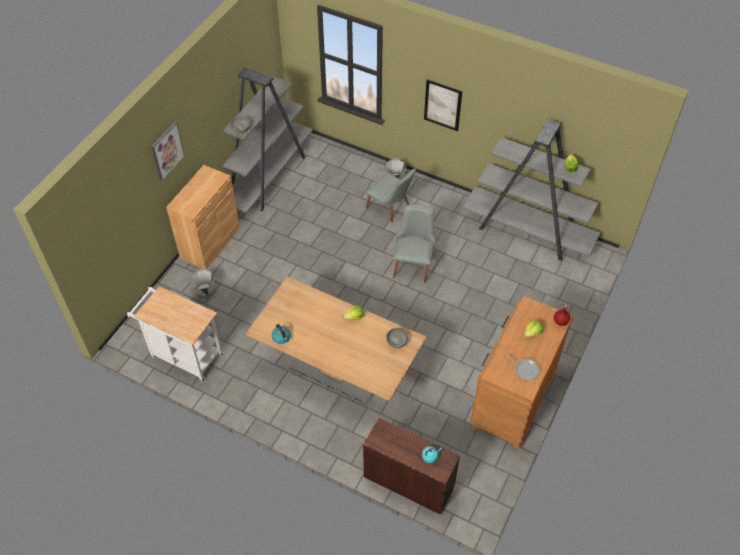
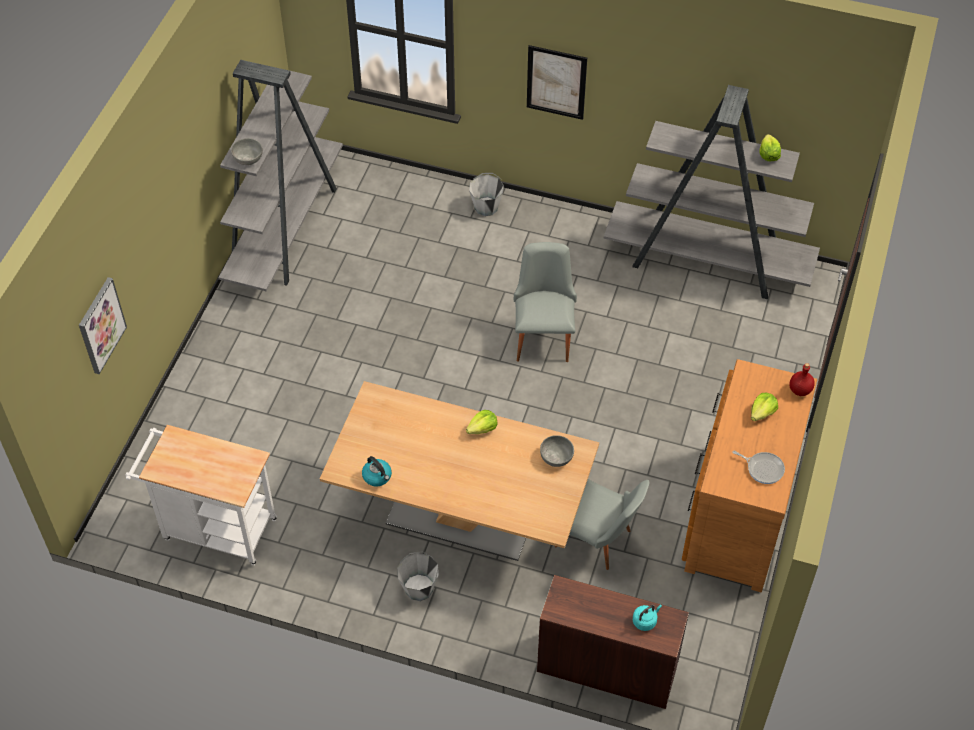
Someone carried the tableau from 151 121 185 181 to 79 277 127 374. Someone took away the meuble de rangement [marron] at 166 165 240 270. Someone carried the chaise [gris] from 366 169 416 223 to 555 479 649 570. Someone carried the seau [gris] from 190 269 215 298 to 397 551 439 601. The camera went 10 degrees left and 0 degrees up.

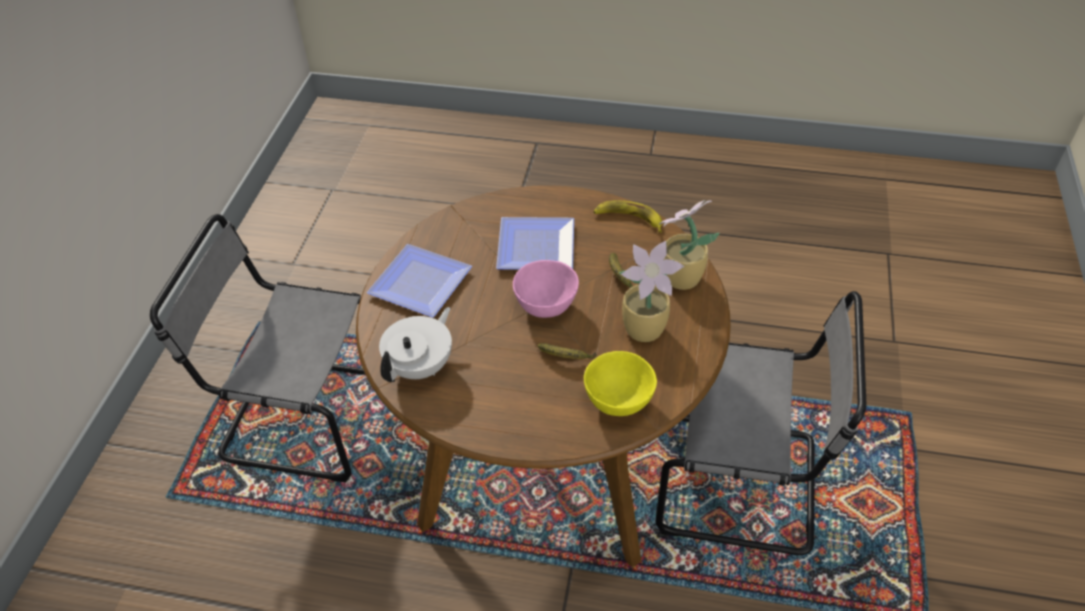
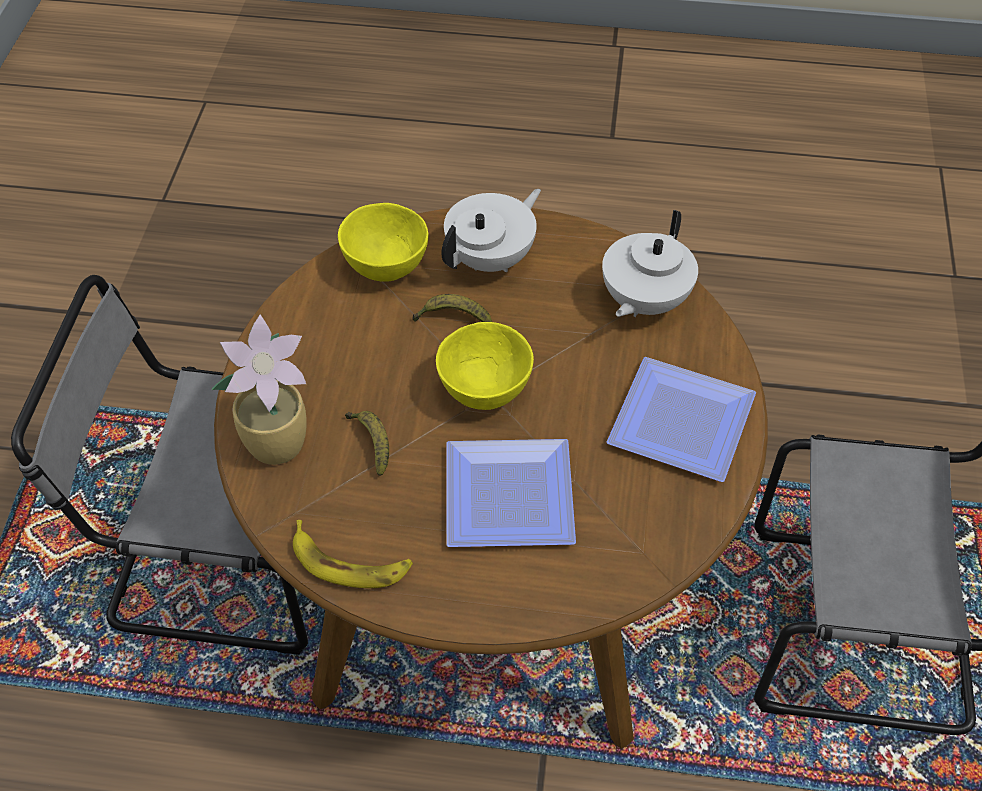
Someone took away the plante en pot at 619 241 684 342. Someone repainted the bol [rose] at 513 260 579 318, which became the bol [jaune] at 436 322 534 410. Someone put down the théière [blanc] at 441 189 541 272. The camera went 175 degrees right and 5 degrees up.

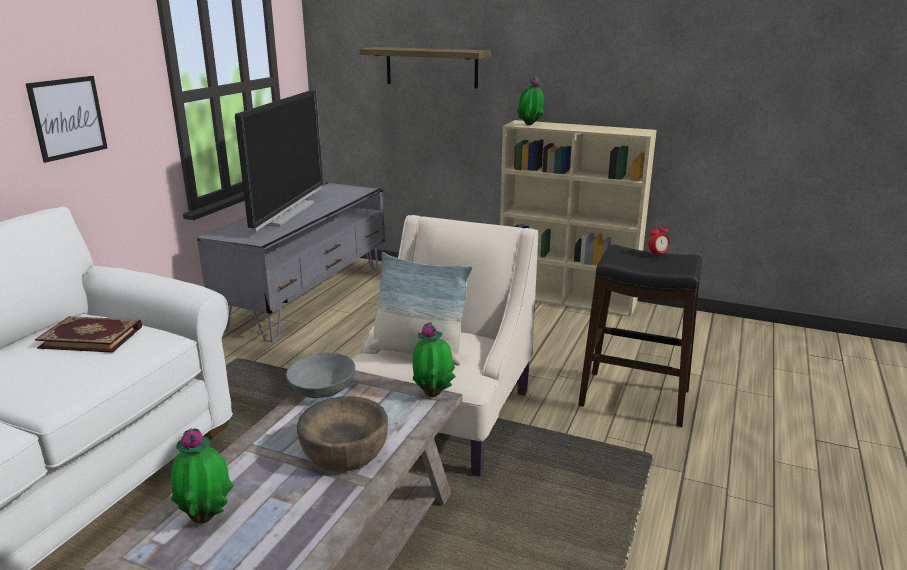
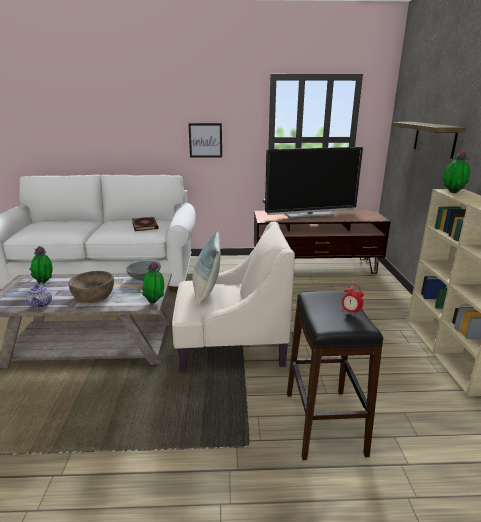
Someone repainted the meuble télé [gris] at 197 183 385 342, which became the meuble télé [marron] at 254 210 391 274. Someone put down the théière at 26 282 52 308. The camera went 65 degrees right and 0 degrees up.

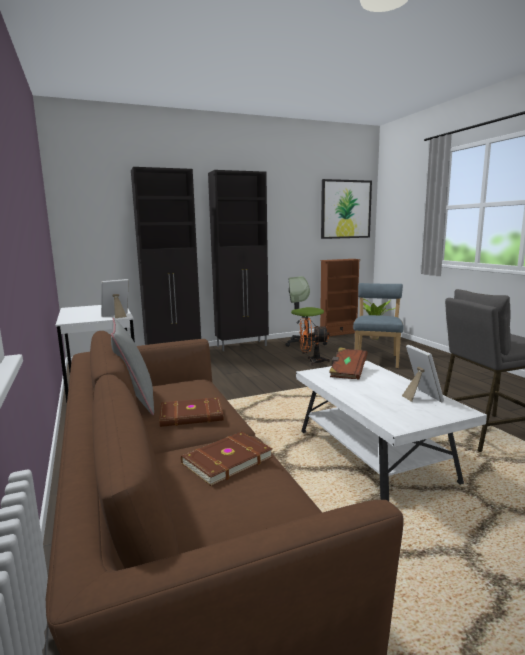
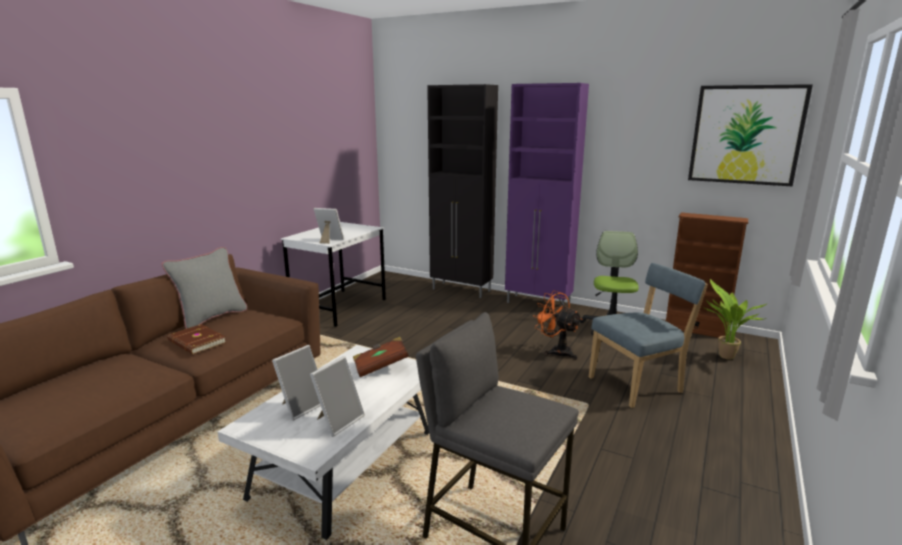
Someone repainted the meuble de rangement [noir] at 208 170 269 351, which became the meuble de rangement [violet] at 505 83 589 306. Someone took away the livre [marron] at 181 432 273 487. Someone put down the cadre photo at 272 345 321 421. The camera went 50 degrees right and 5 degrees up.

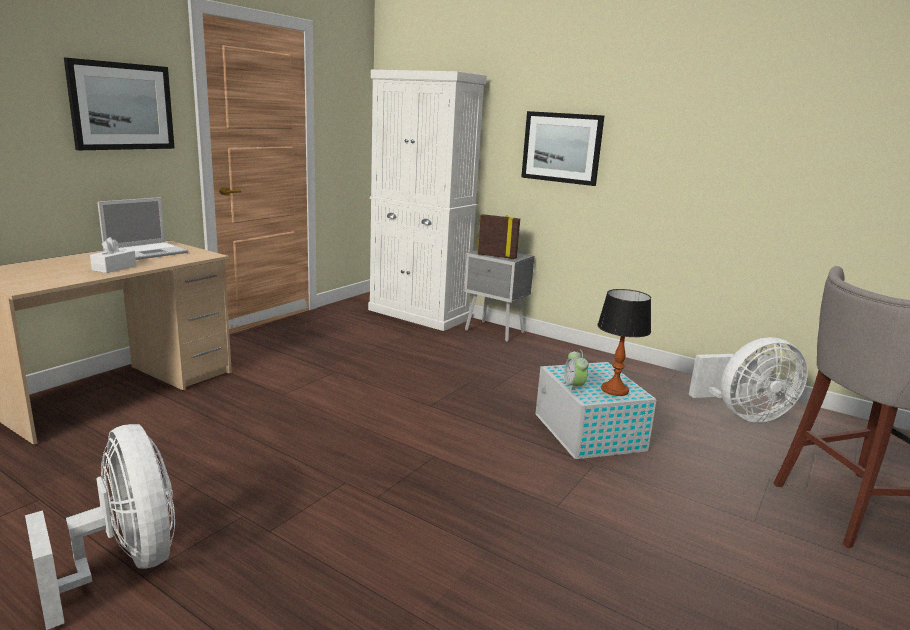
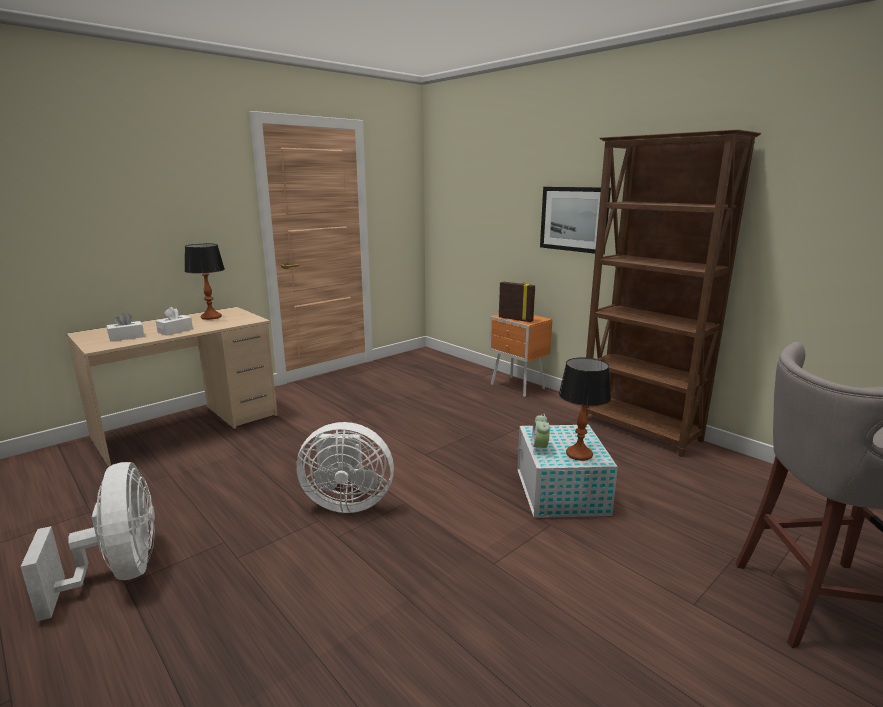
Someone took away the tableau at 64 58 175 150. Someone took away the meuble de rangement [blanc] at 368 70 487 331. Someone swapped the ordinateur portable at 97 197 188 260 for the lampe de table at 184 244 225 320. Someone repainted the table de chevet [gris] at 464 250 534 342, which became the table de chevet [orange] at 489 314 553 397. Someone carried the ventilateur [blanc] from 689 337 808 423 to 297 422 394 513. Someone put down the bibliothèque [marron] at 586 129 761 457. Someone put down the boîte à mouchoirs [blanc] at 107 313 144 341. The camera went 15 degrees right and 0 degrees up.

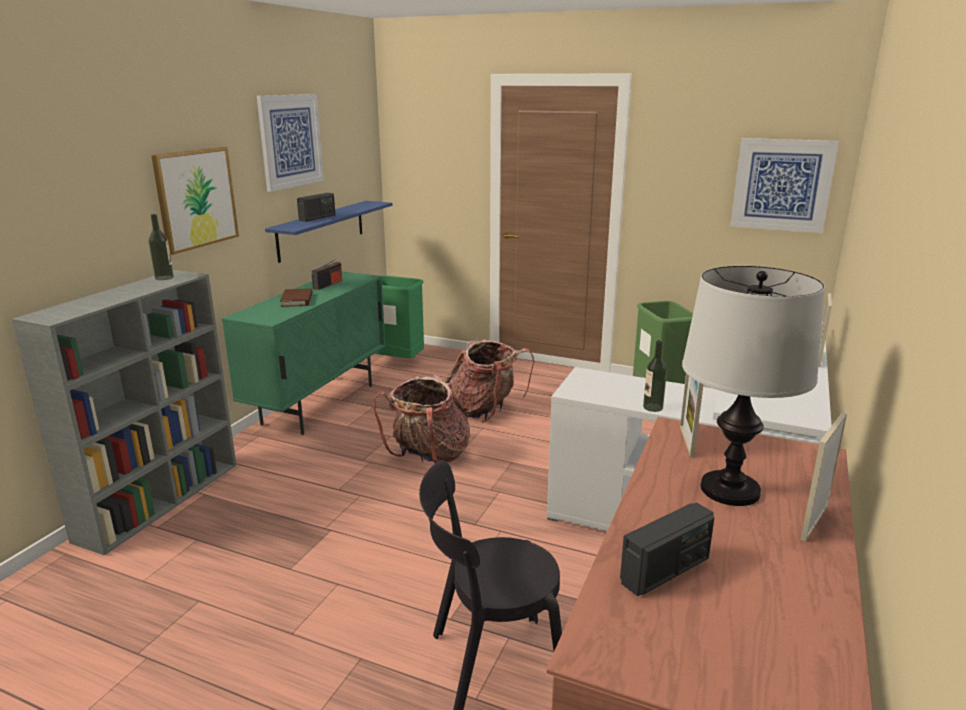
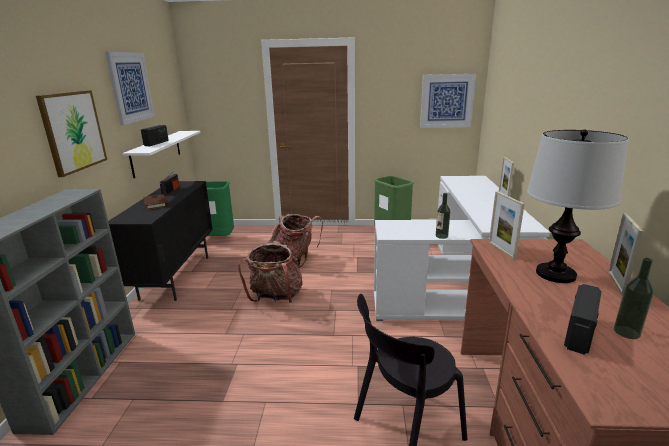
Someone repainted the étagère [bleu] at 265 201 392 263, which became the étagère [blanc] at 122 131 200 178. Someone carried the bouteille from 148 214 174 280 to 614 258 653 339. Someone repainted the meuble de rangement [vert] at 222 271 385 435, which became the meuble de rangement [noir] at 108 181 213 301. The camera went 20 degrees left and 0 degrees up.

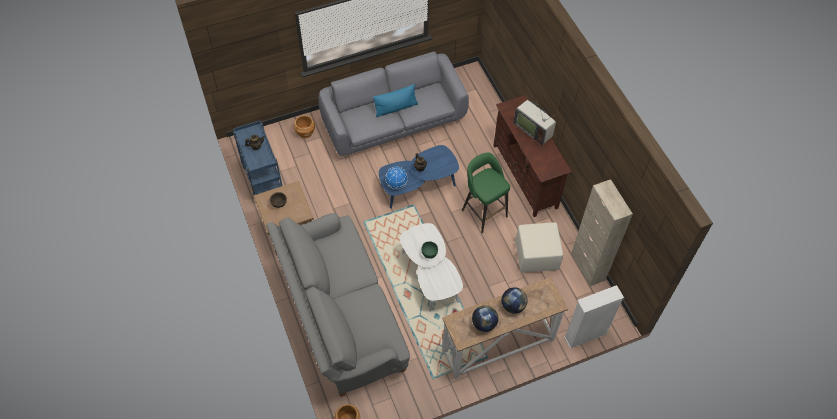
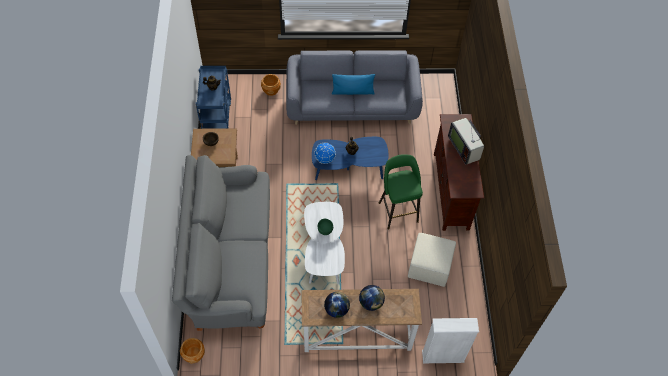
Someone took away the meuble de rangement [beige] at 571 179 633 286. The camera went 20 degrees right and 0 degrees up.

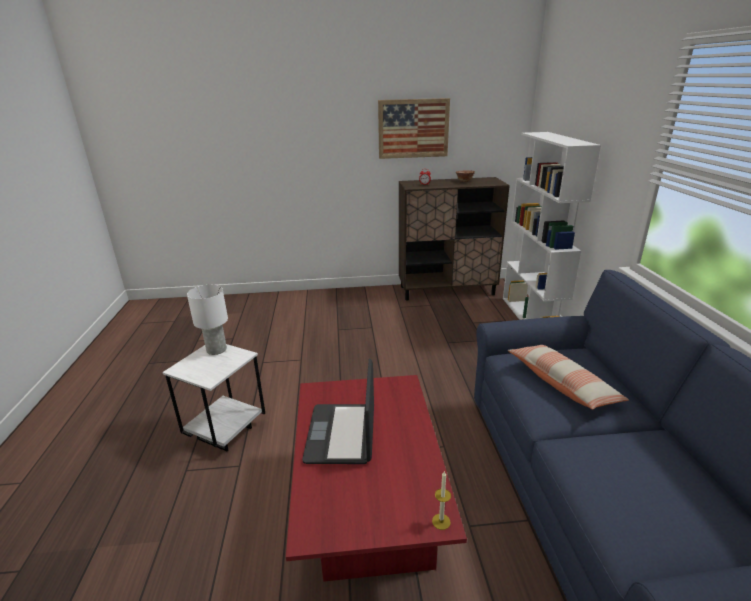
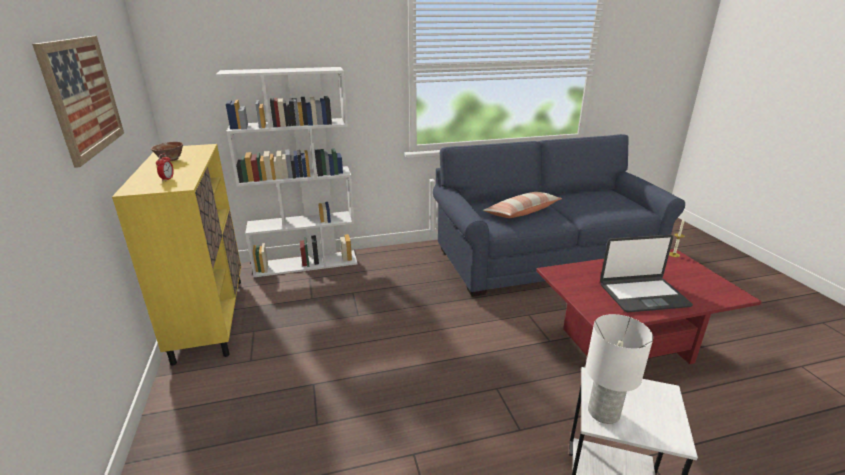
Someone repainted the meuble de rangement [marron] at 399 177 510 301, which became the meuble de rangement [jaune] at 112 144 241 366. The camera went 100 degrees left and 0 degrees up.

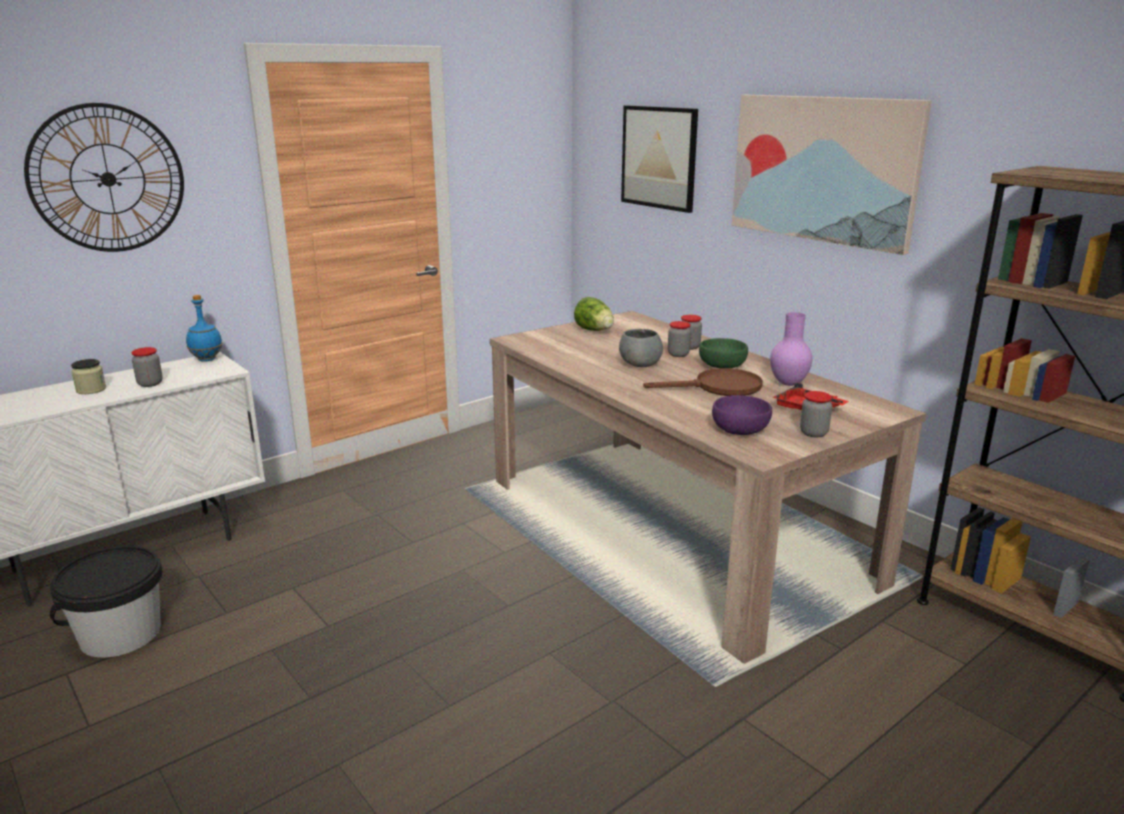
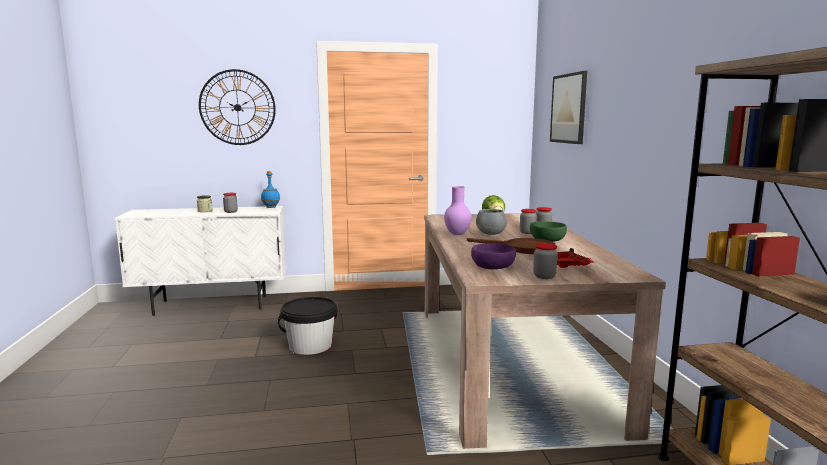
Someone took away the tableau at 732 95 932 255. Someone carried the vase [violet] from 770 312 813 386 to 444 186 471 235. Someone carried the seau [noir] from 50 546 163 658 to 278 297 338 355. The camera went 30 degrees right and 10 degrees down.

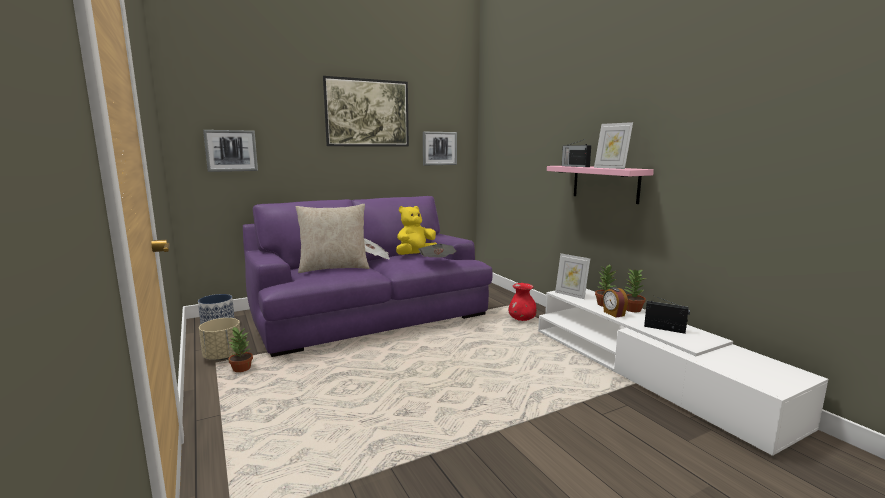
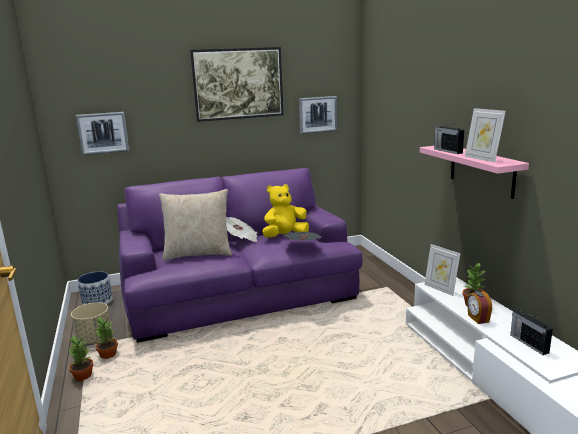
Someone carried the plante en pot from 624 269 646 312 to 68 336 94 381. Someone took away the vase [rouge] at 508 283 537 321. Someone rotated the radio at 644 296 690 334 by 150 degrees counterclockwise. The camera went 10 degrees right and 5 degrees up.

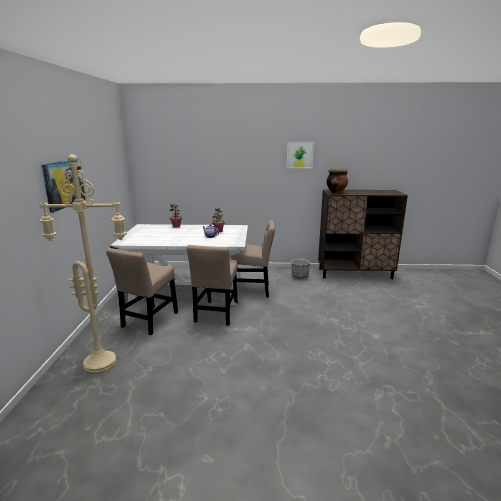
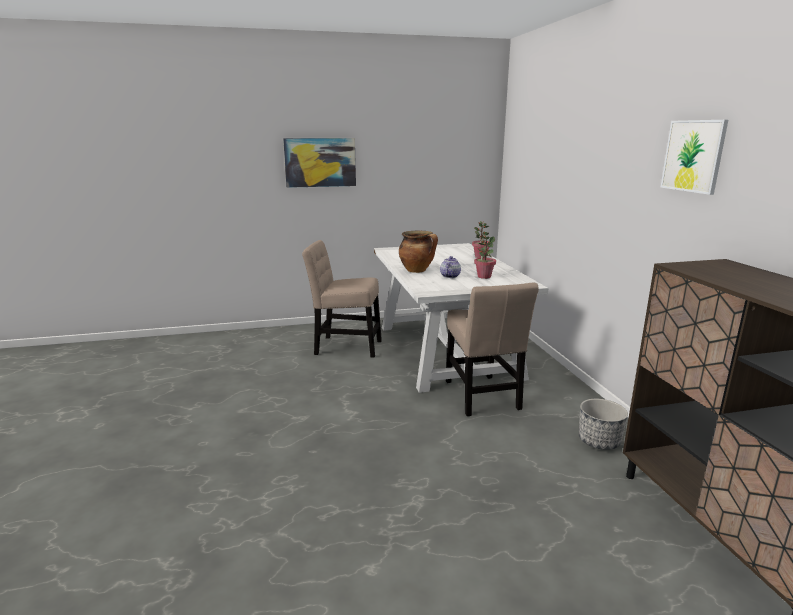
Someone took away the lampadaire [beige] at 39 154 127 373. Someone carried the marmite from 326 169 348 194 to 399 231 438 273. Someone took away the chaise [beige] at 187 245 238 326. The camera went 75 degrees right and 0 degrees up.

